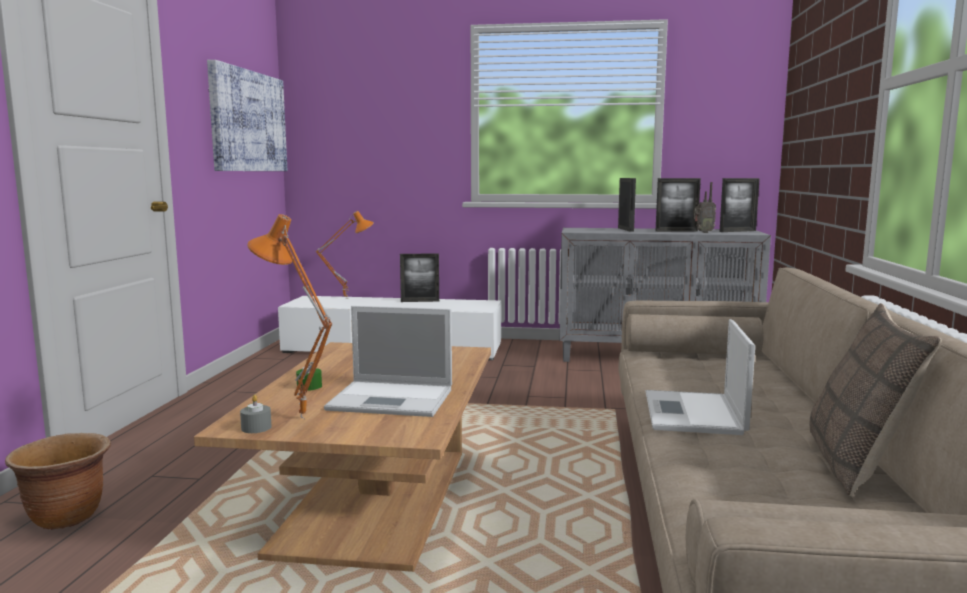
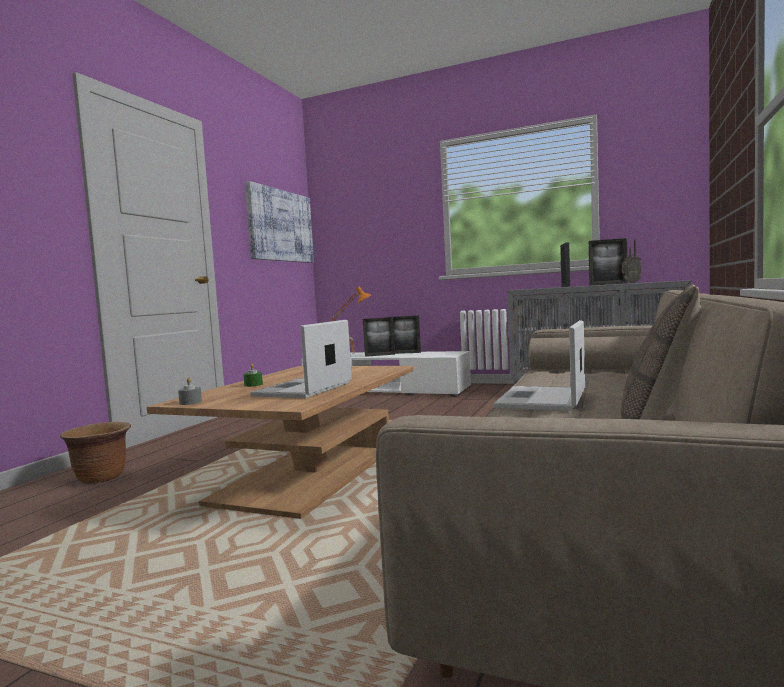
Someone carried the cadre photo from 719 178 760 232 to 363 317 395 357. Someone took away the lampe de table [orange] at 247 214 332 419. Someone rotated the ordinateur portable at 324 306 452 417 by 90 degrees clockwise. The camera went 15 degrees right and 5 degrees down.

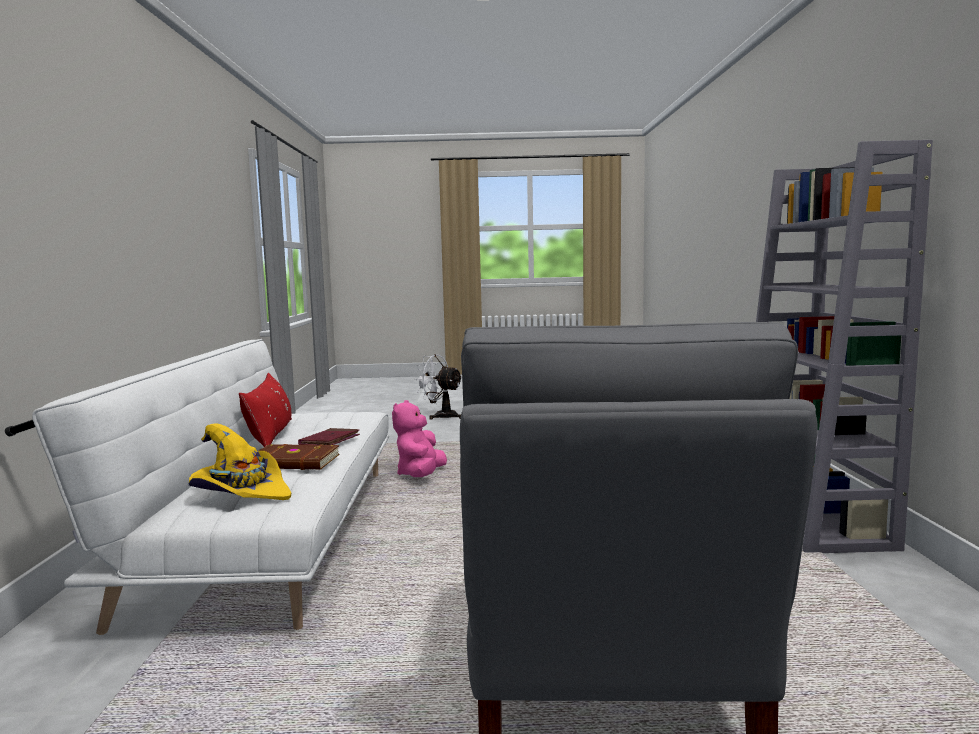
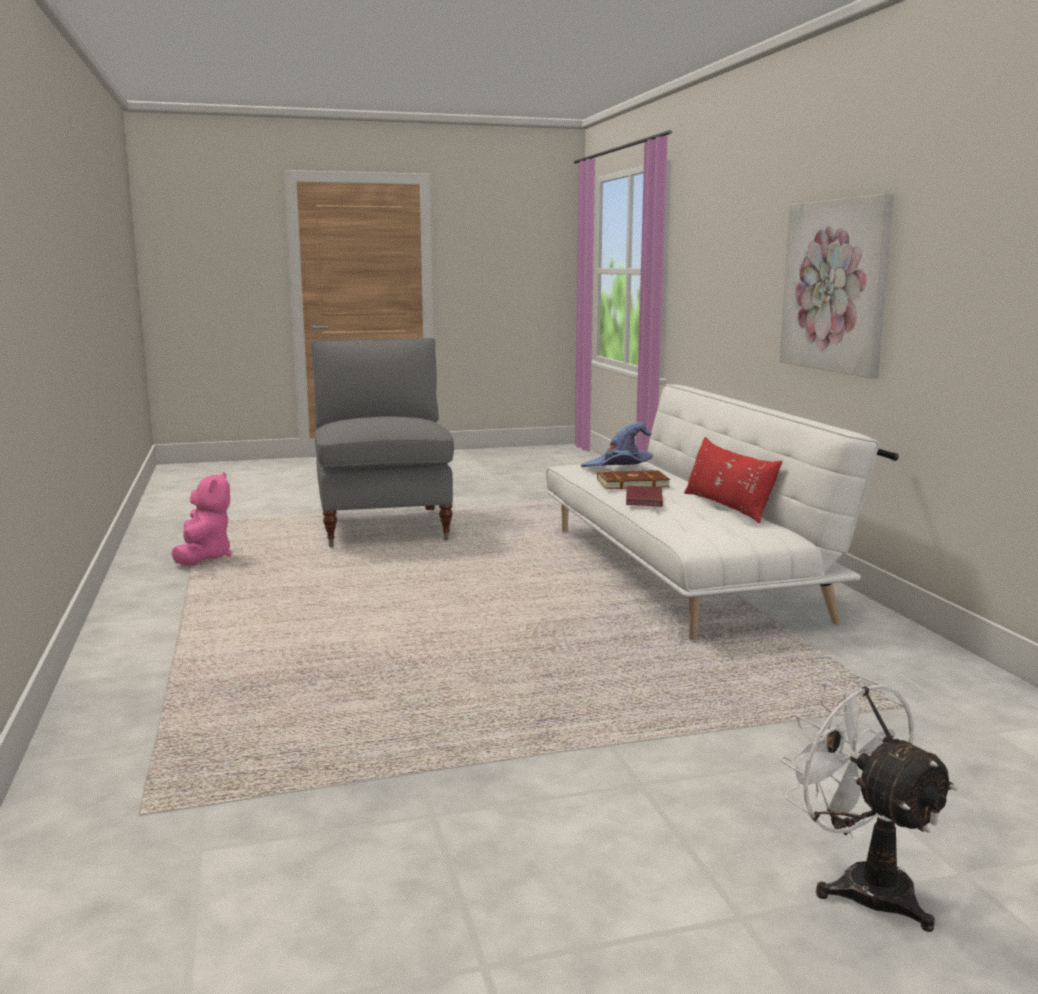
Someone took away the bibliothèque [gris] at 756 140 933 553. Someone rotated the ventilateur [blanc] at 416 354 462 420 by 135 degrees counterclockwise. Someone carried the peluche [rose] from 392 400 447 477 to 172 472 232 566. Someone repainted the chapeau [jaune] at 189 423 291 500, which became the chapeau [violet] at 581 422 653 467. Someone put up the tableau at 779 194 894 378. The camera went 165 degrees right and 5 degrees up.

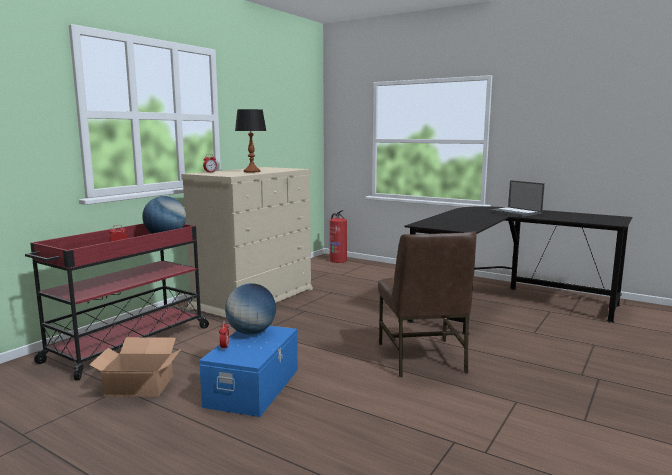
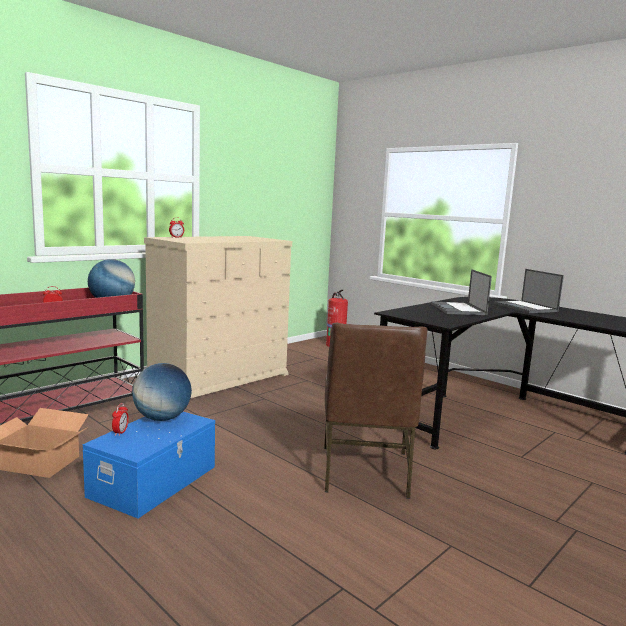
Someone took away the lampe de table at 235 109 266 172. Someone put down the ordinateur portable at 431 269 492 315. The camera went 10 degrees right and 0 degrees up.

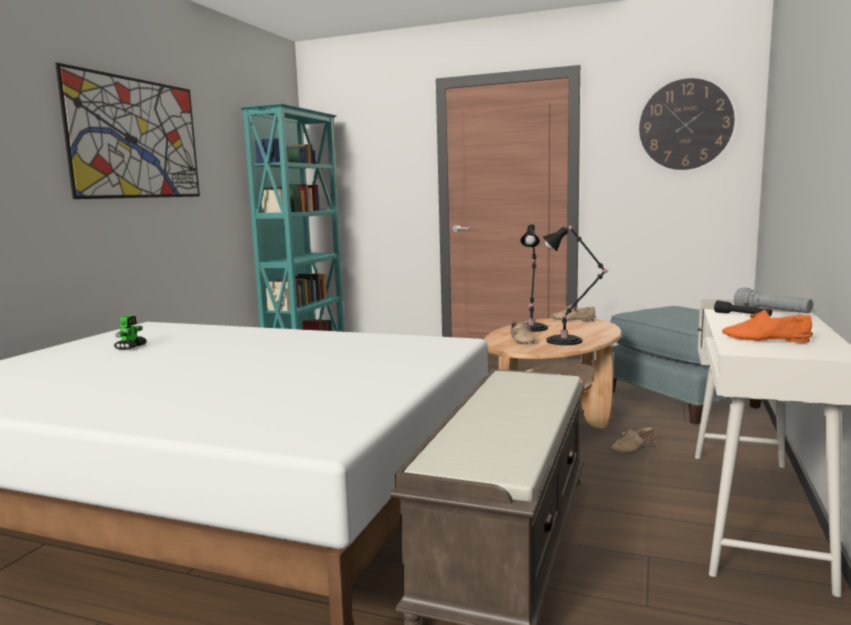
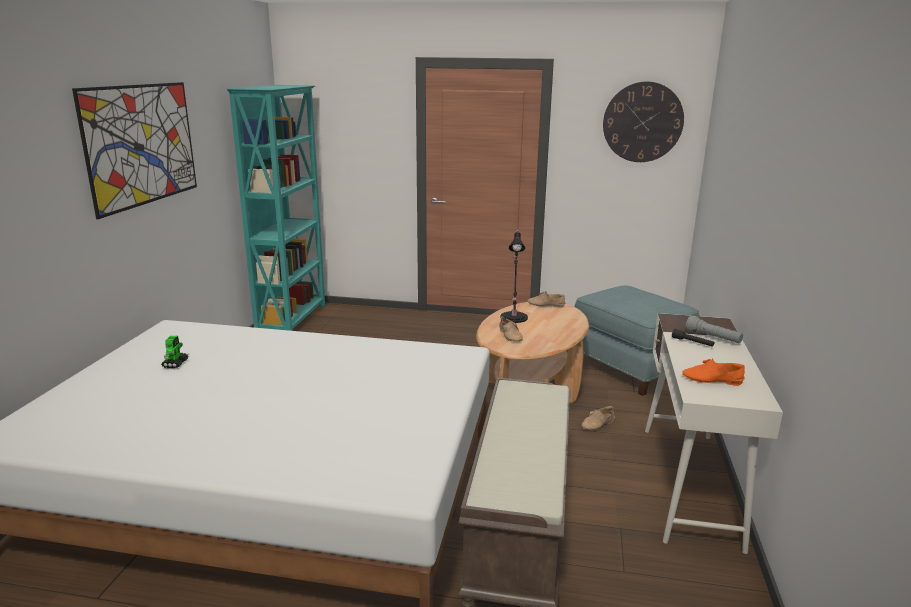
Someone took away the lampe de table [noir] at 543 226 608 345. The camera went 10 degrees left and 10 degrees up.

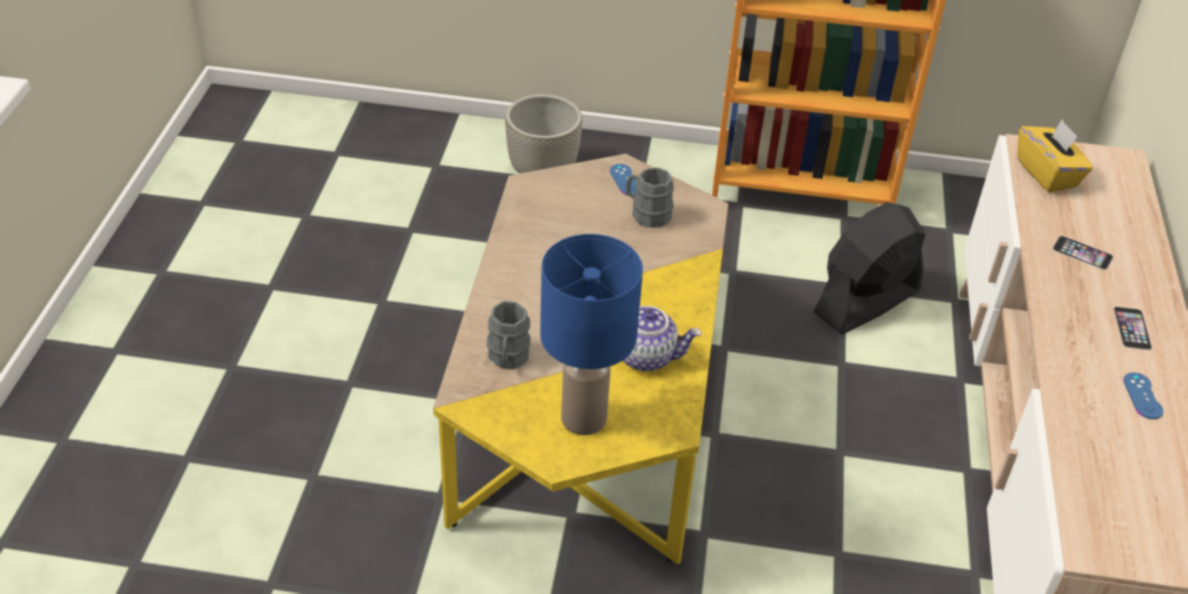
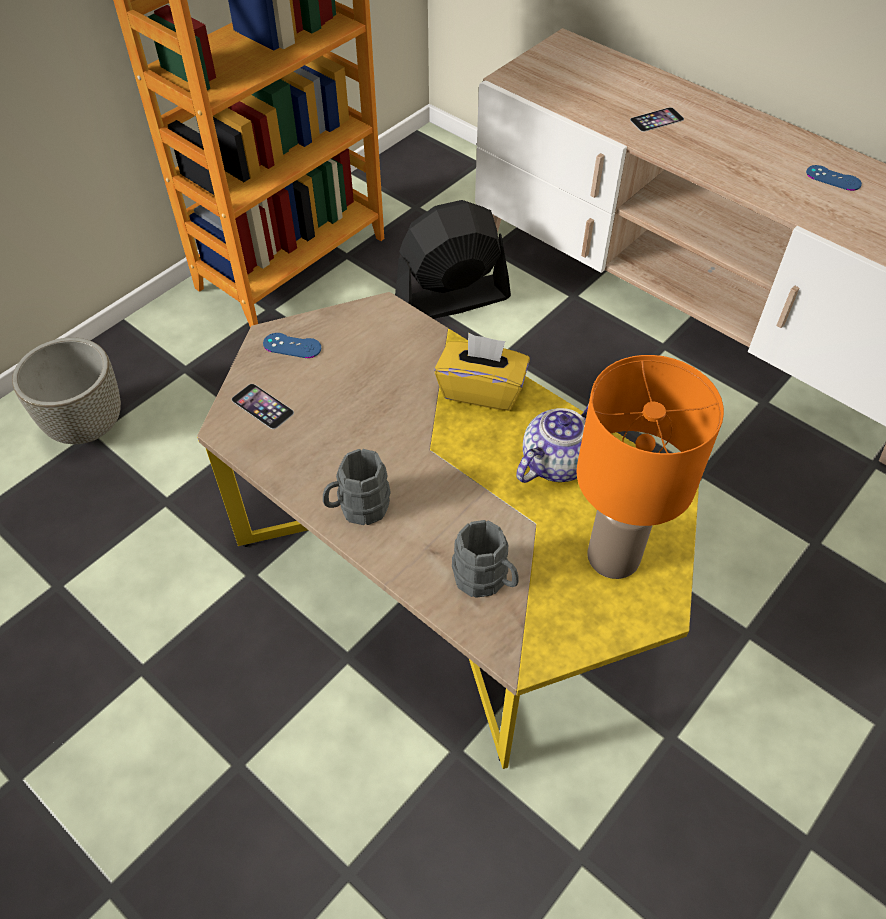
Someone carried the boîte à mouchoirs [jaune] from 1018 119 1093 192 to 434 333 530 411. Someone carried the mug [gris] from 626 167 674 228 to 323 449 391 525. Someone rotated the ventilateur [noir] at 813 202 925 334 by 75 degrees clockwise. Someone repainted the lampe de table [bleu] at 540 234 643 435, which became the lampe de table [orange] at 577 355 724 579. Someone carried the téléphone from 1114 307 1152 350 to 231 384 294 429. The camera went 55 degrees left and 10 degrees up.

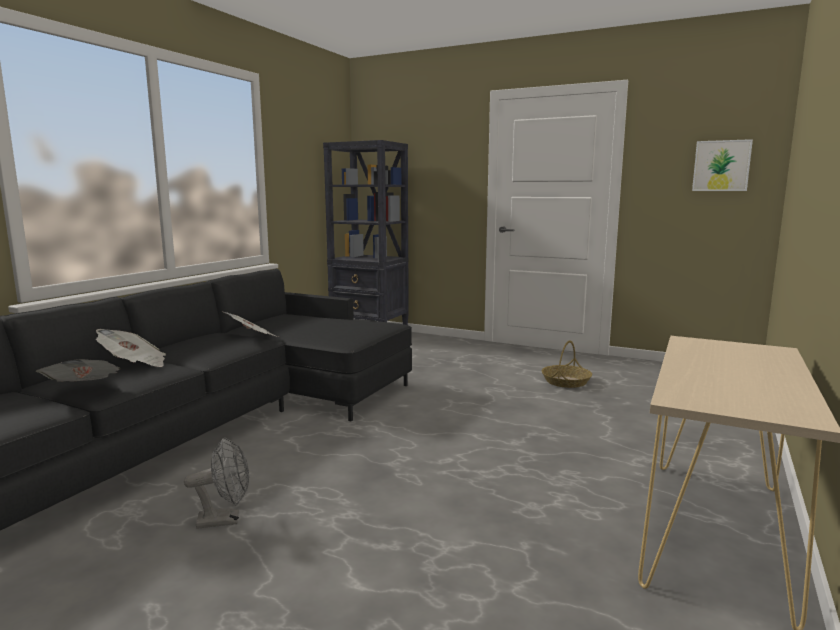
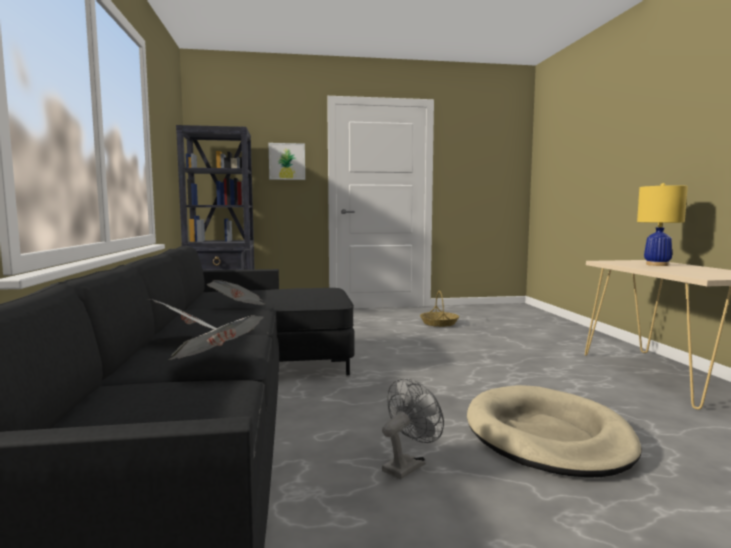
Someone carried the tableau from 692 139 753 191 to 269 143 305 180. Someone put down the lampe de table [jaune] at 637 183 688 266. Someone put down the panier pour chien [beige] at 467 385 642 477. The camera went 35 degrees left and 5 degrees down.

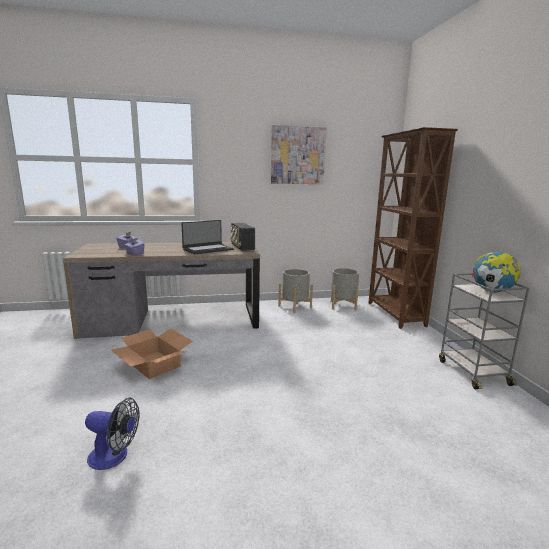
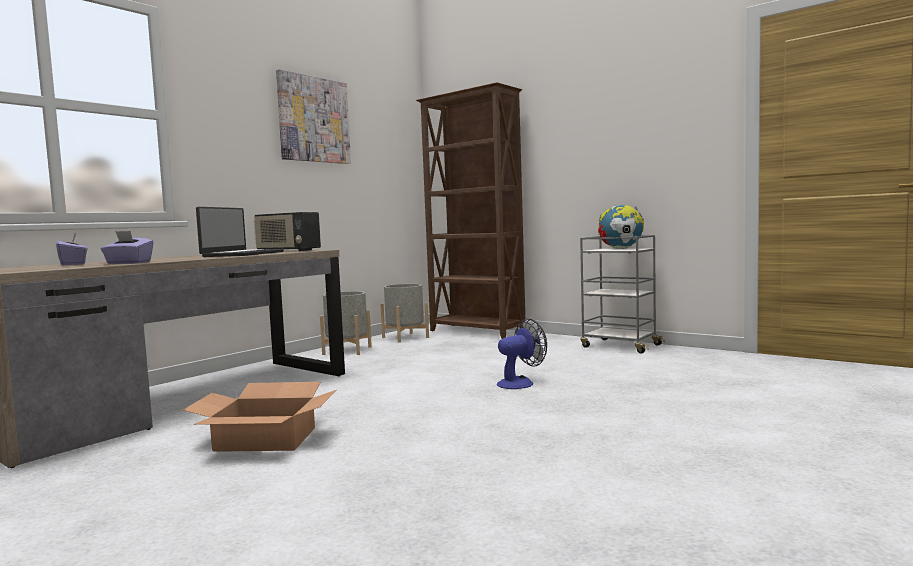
Someone carried the ventilateur from 85 397 139 470 to 497 319 547 389. The camera went 40 degrees left and 10 degrees down.

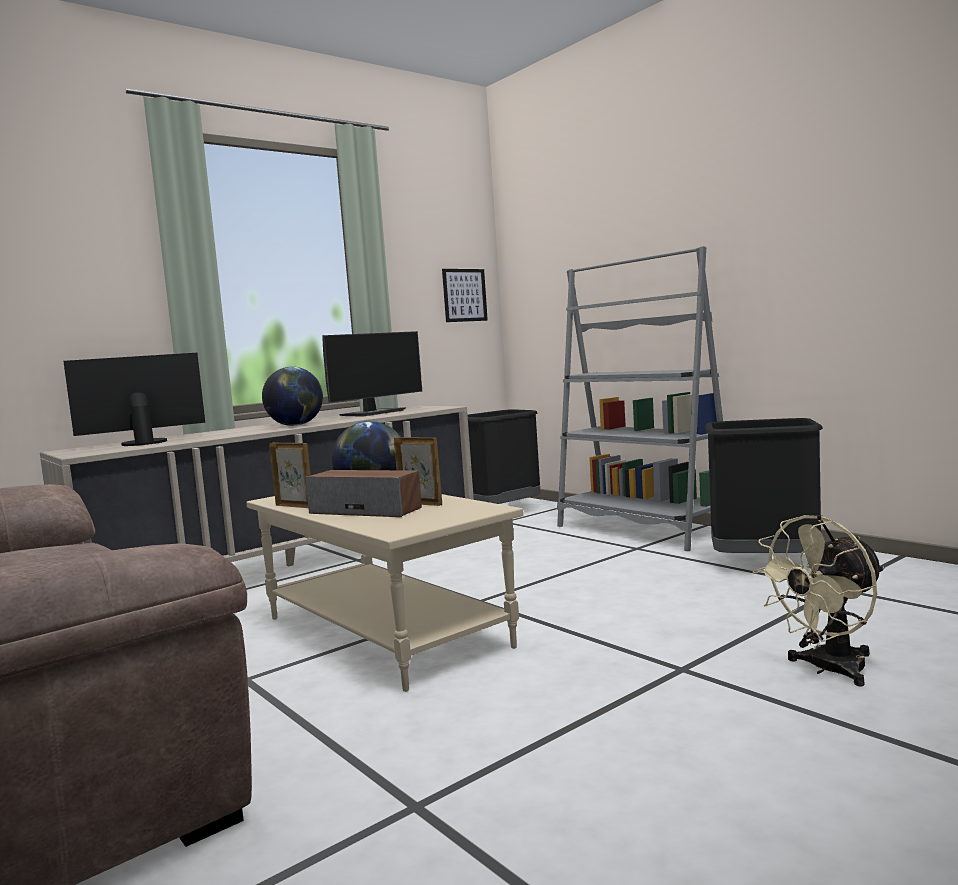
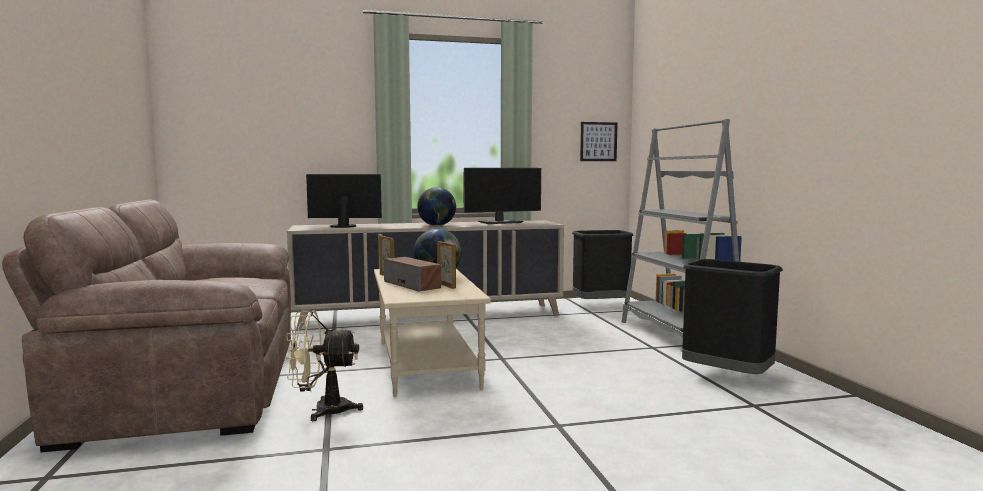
Someone carried the ventilateur [beige] from 753 515 884 686 to 285 311 363 421. The camera went 25 degrees right and 0 degrees up.

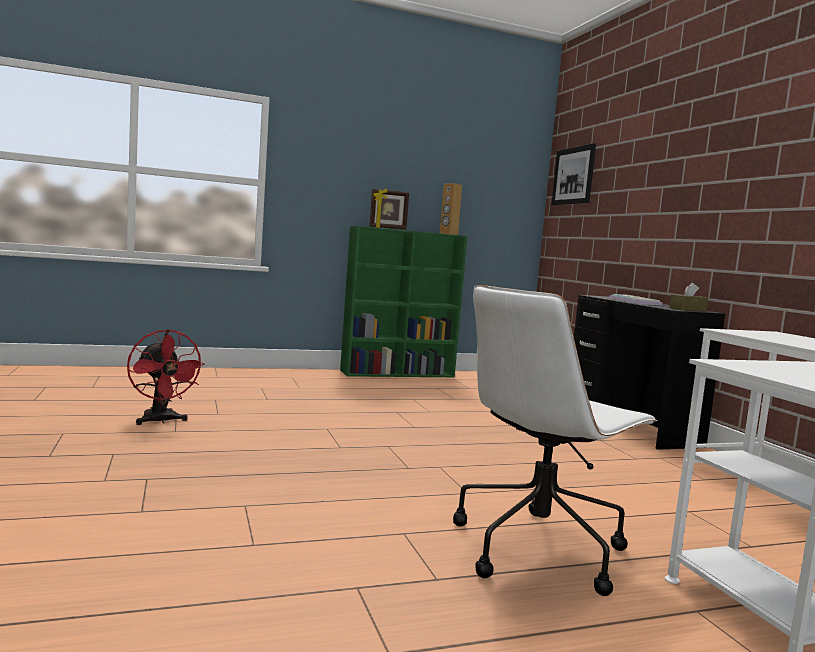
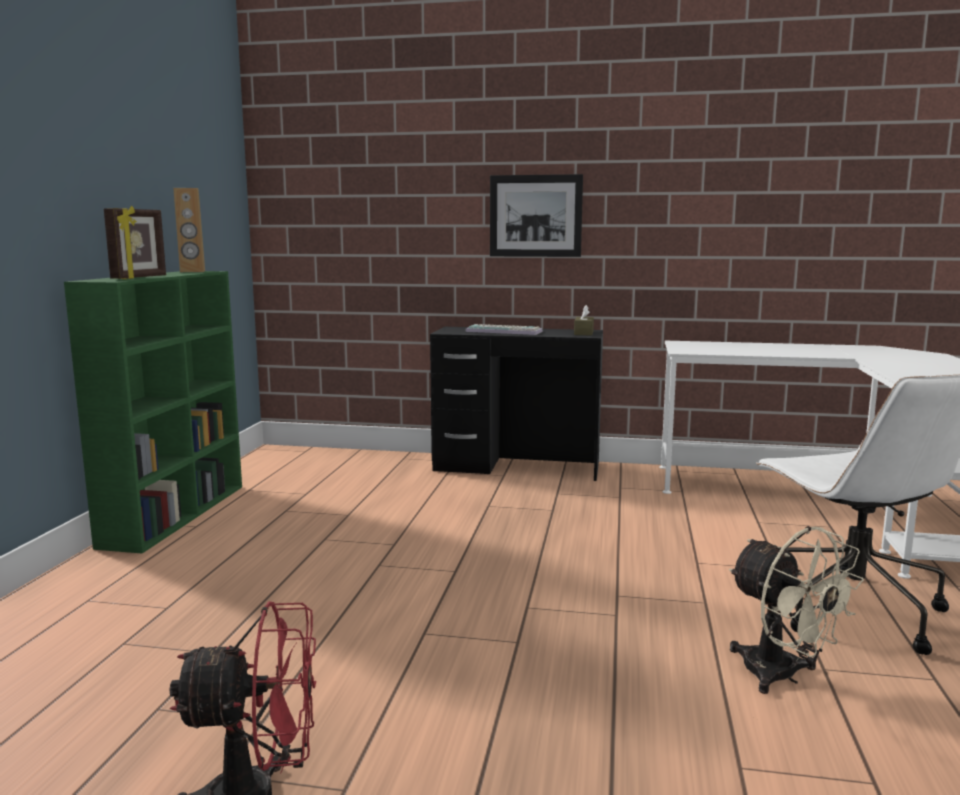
Someone carried the tableau from 551 143 596 205 to 490 174 583 257. Someone put down the ventilateur [beige] at 729 526 864 694. The camera went 60 degrees left and 5 degrees up.

